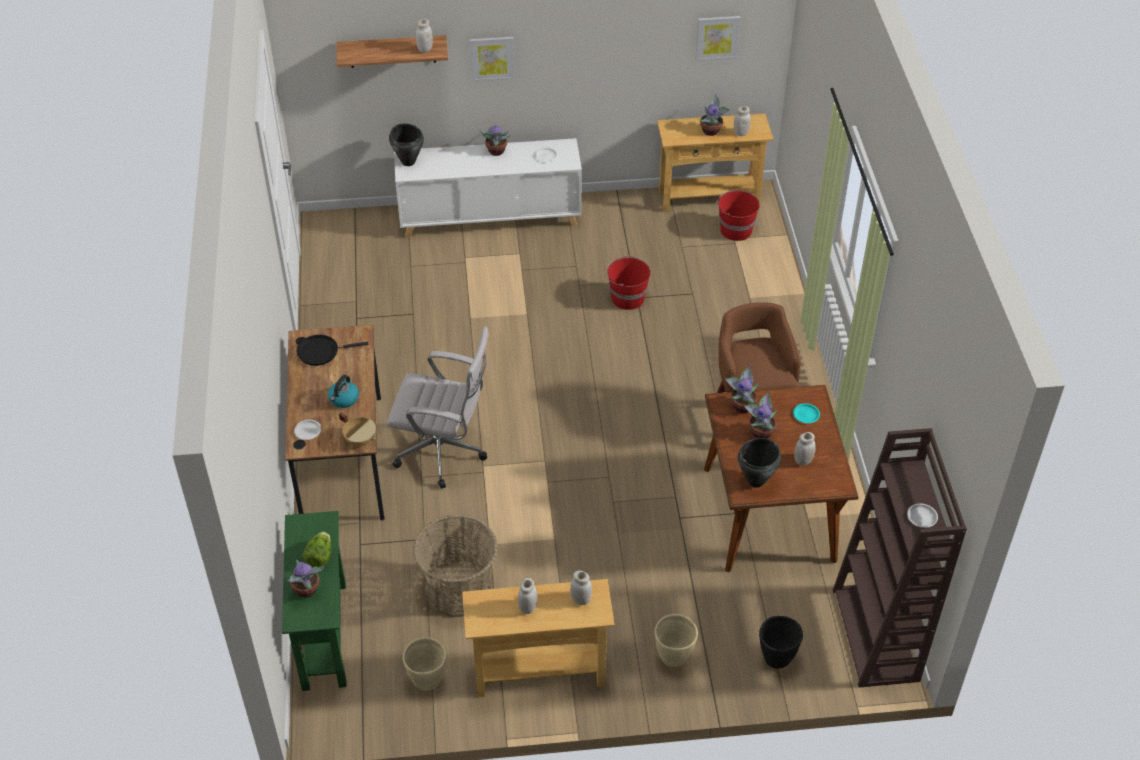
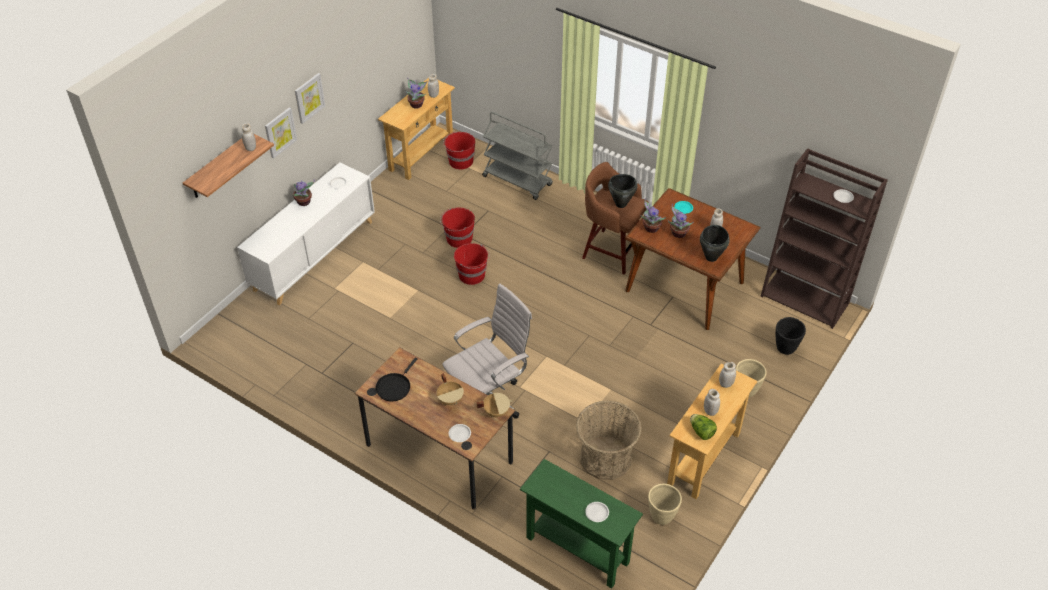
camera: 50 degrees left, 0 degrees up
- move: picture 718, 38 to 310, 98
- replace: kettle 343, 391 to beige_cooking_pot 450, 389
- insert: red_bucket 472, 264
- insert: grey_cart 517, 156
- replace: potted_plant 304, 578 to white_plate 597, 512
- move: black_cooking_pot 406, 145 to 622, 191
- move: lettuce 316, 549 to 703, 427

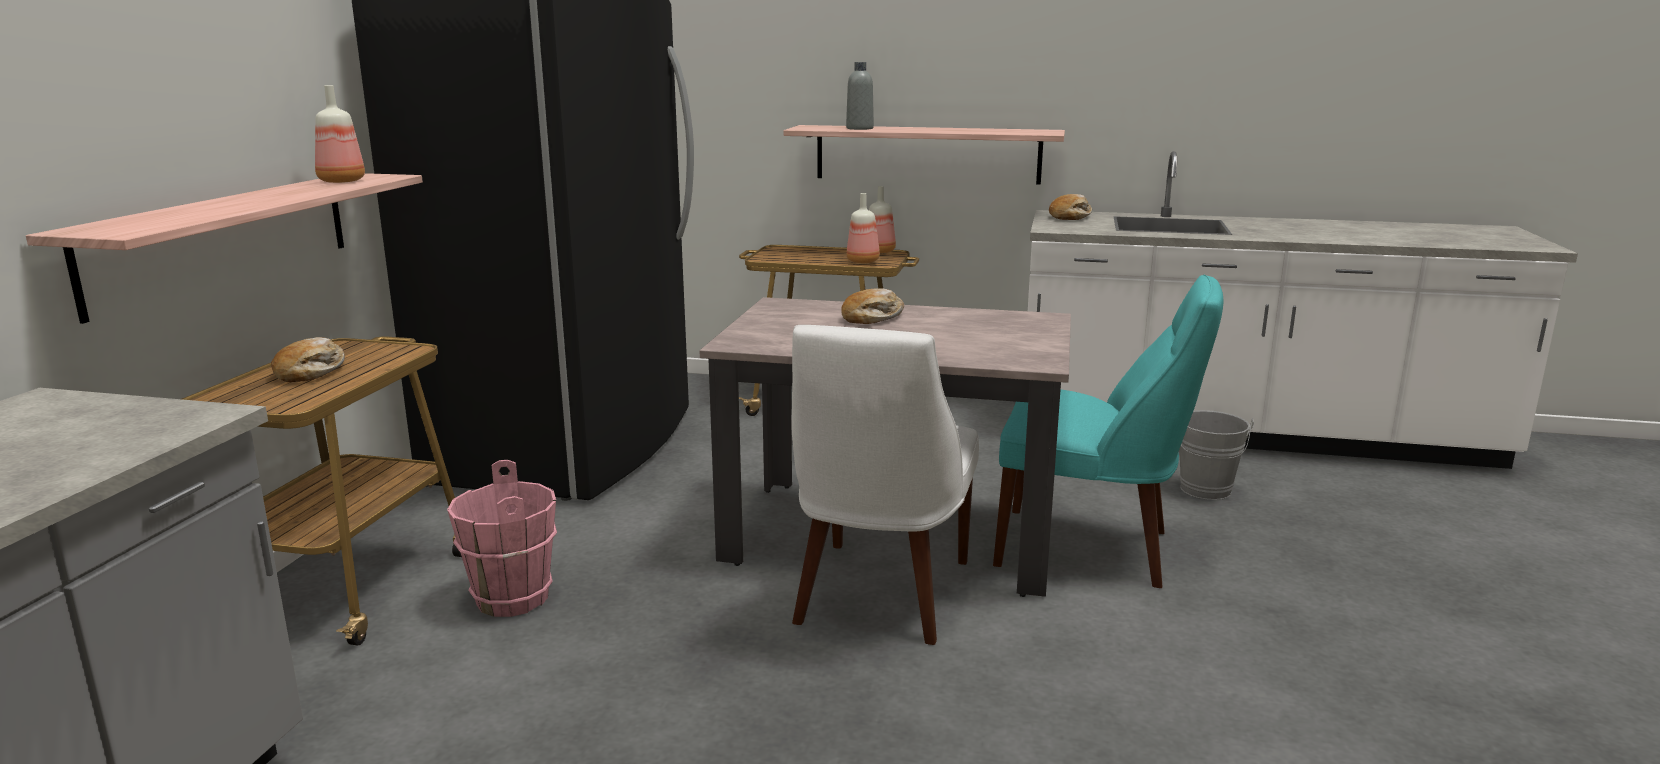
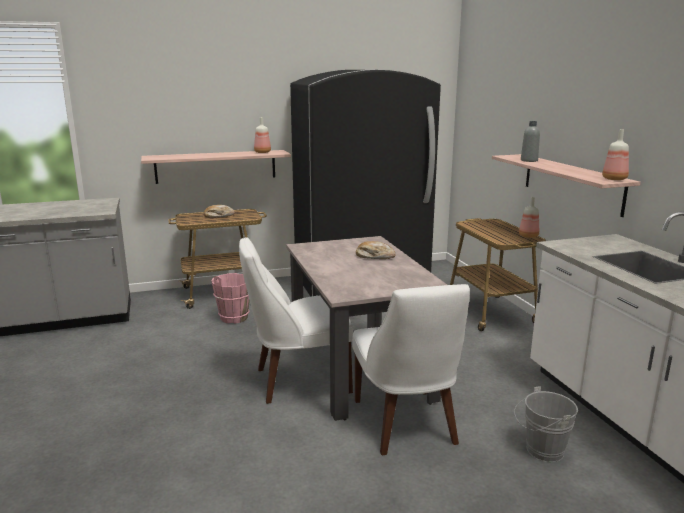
camera: 60 degrees right, 0 degrees up
- recolor: turquoise_chair 1108, 431 to white_chair 411, 369
- move: bottle 863, 228 to 615, 154
- delete: bread 1070, 207

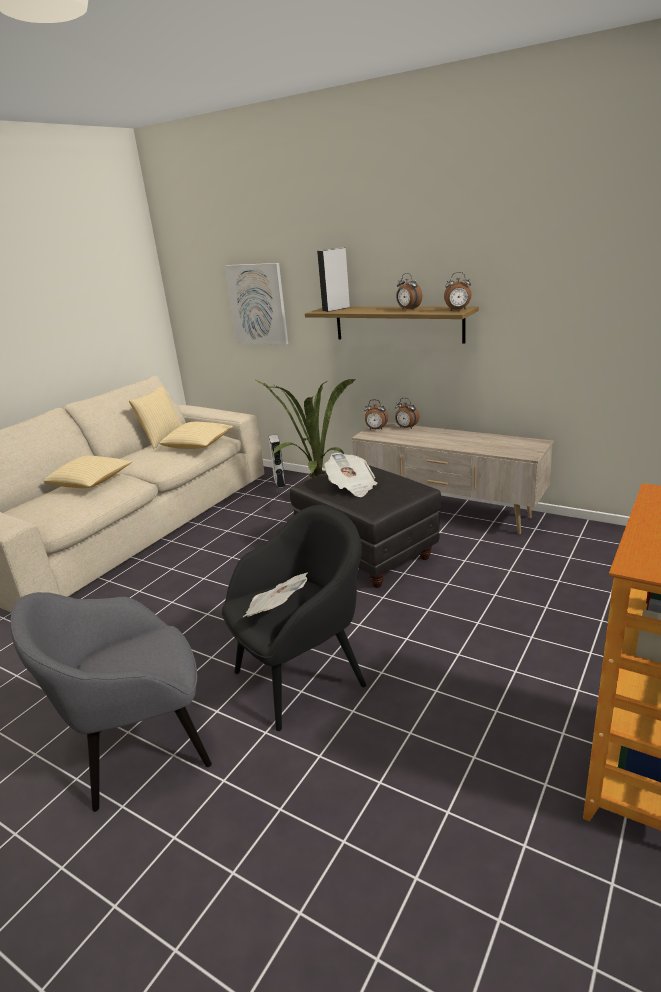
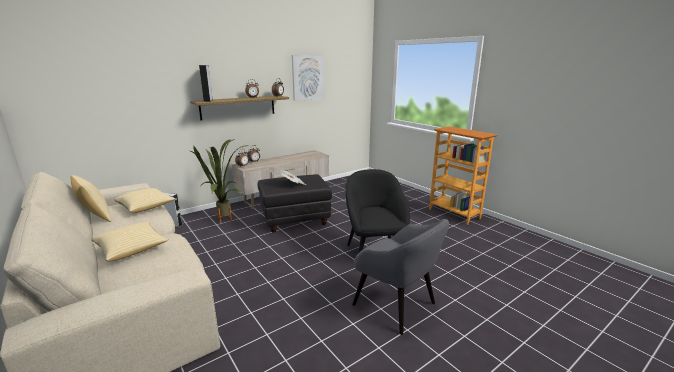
camera: 70 degrees left, 5 degrees down
- move: picture 256, 304 to 308, 78
- rotate: grey_armchair 111, 702 = 400, 277 45 degrees counterclockwise
- delete: newspaper 275, 595

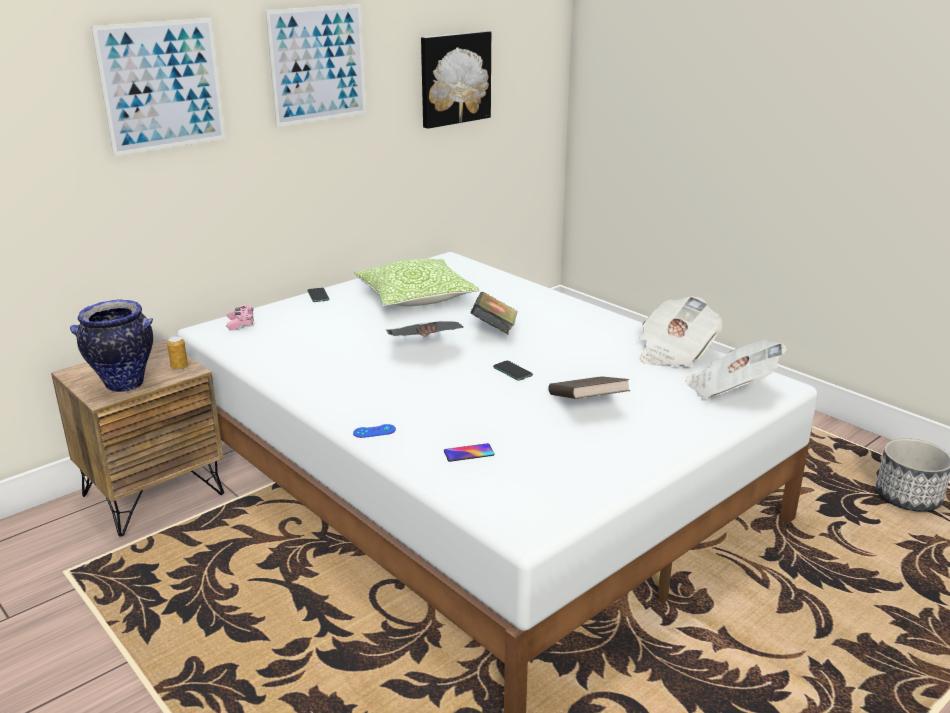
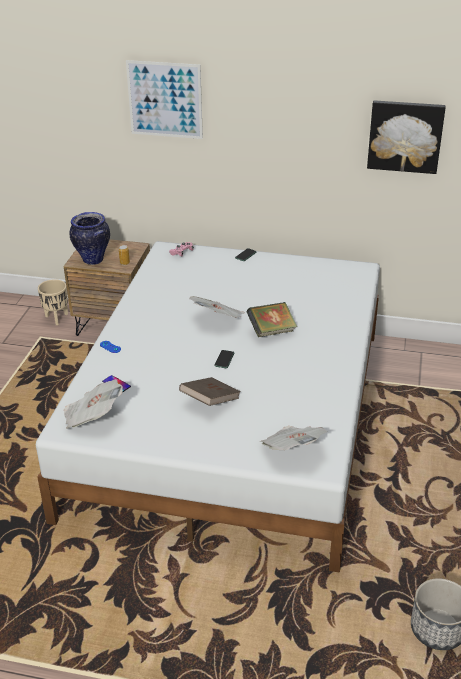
camera: 55 degrees right, 10 degrees up
- insert: beige_planter 53, 302
- move: newspaper 681, 331 to 93, 404
- delete: picture 315, 65
- delete: pillow 416, 282

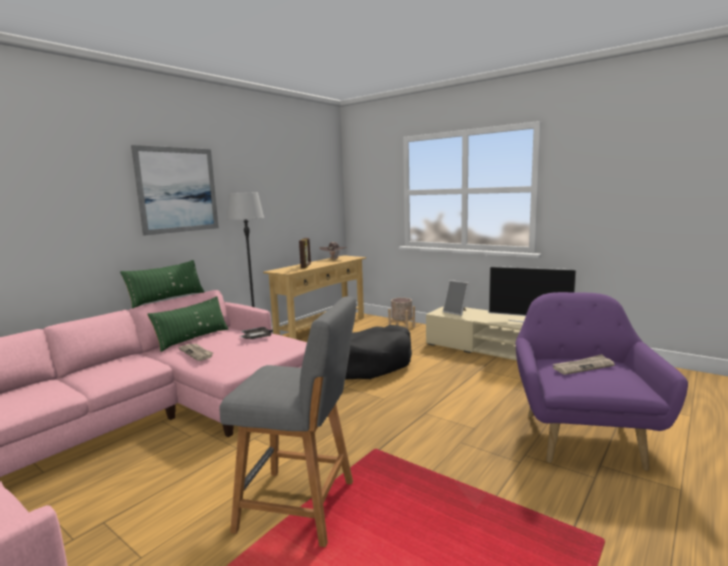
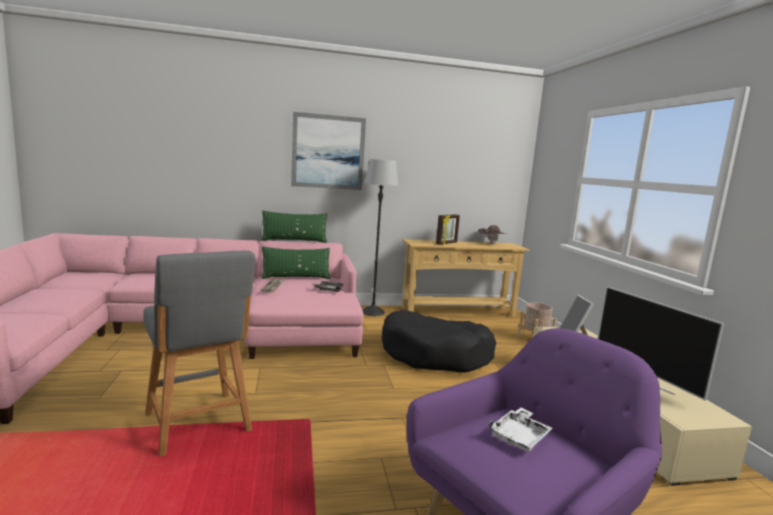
camera: 40 degrees right, 0 degrees up
- replace: newspaper 584, 364 to white_tray 520, 430

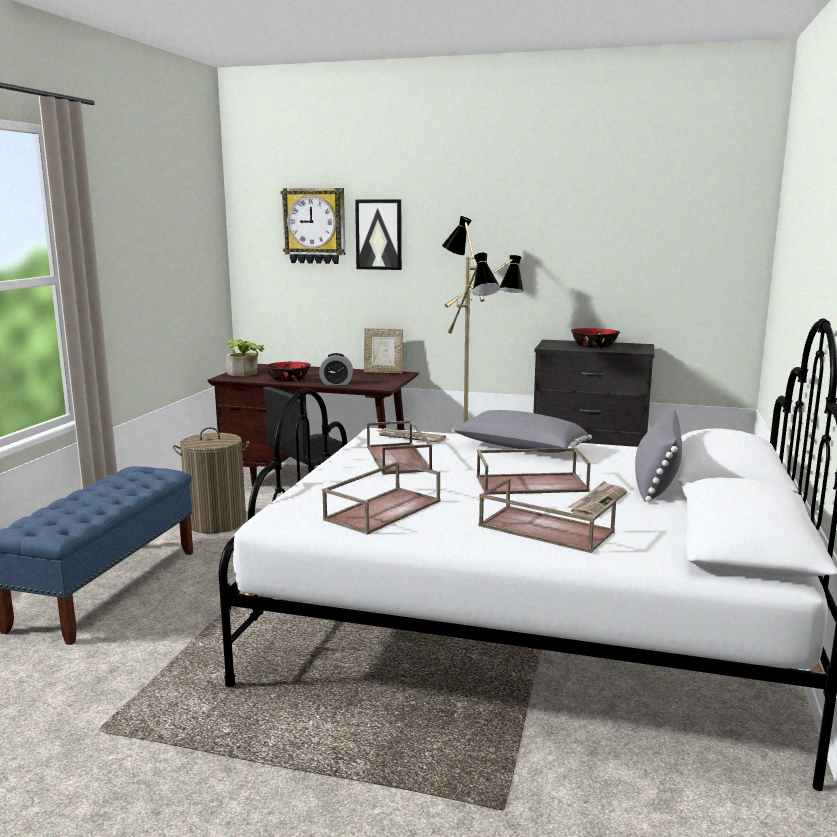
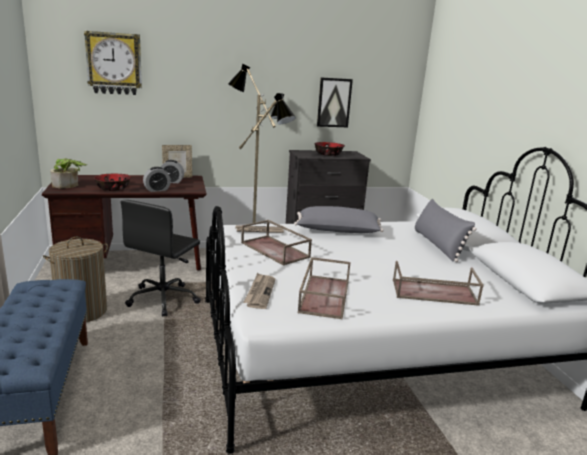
camera: 30 degrees left, 5 degrees up
- insert: alarm_clock 172, 171
- move: newspaper 597, 499 to 259, 291
- move: picture 378, 234 to 335, 102
- delete: brown_tray 533, 471

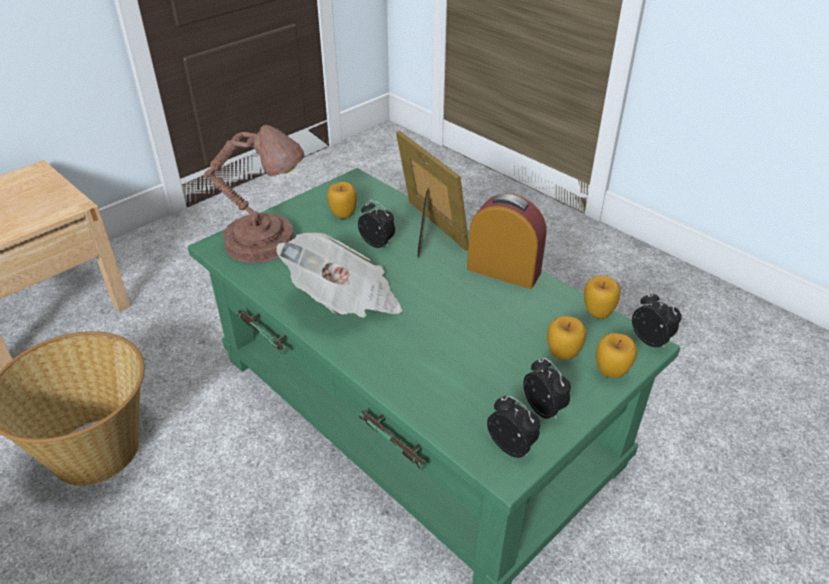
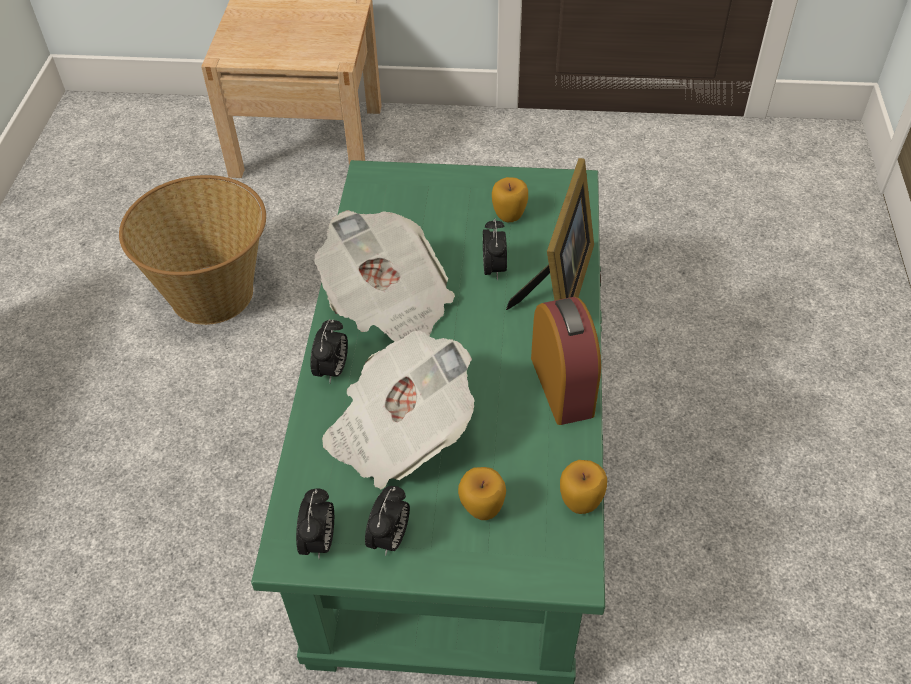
camera: 50 degrees right, 10 degrees up
- move: alarm_clock 657, 320 to 329, 351
- insert: newspaper 398, 409
- delete: brown_table_lamp 254, 194
- delete: apple 616, 355

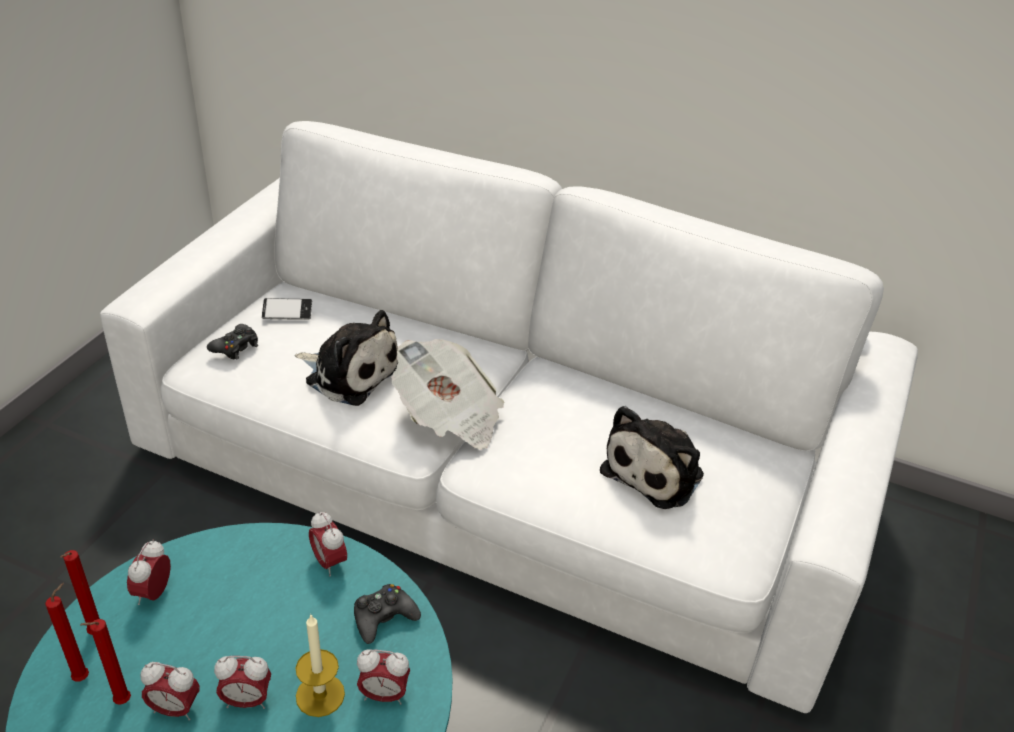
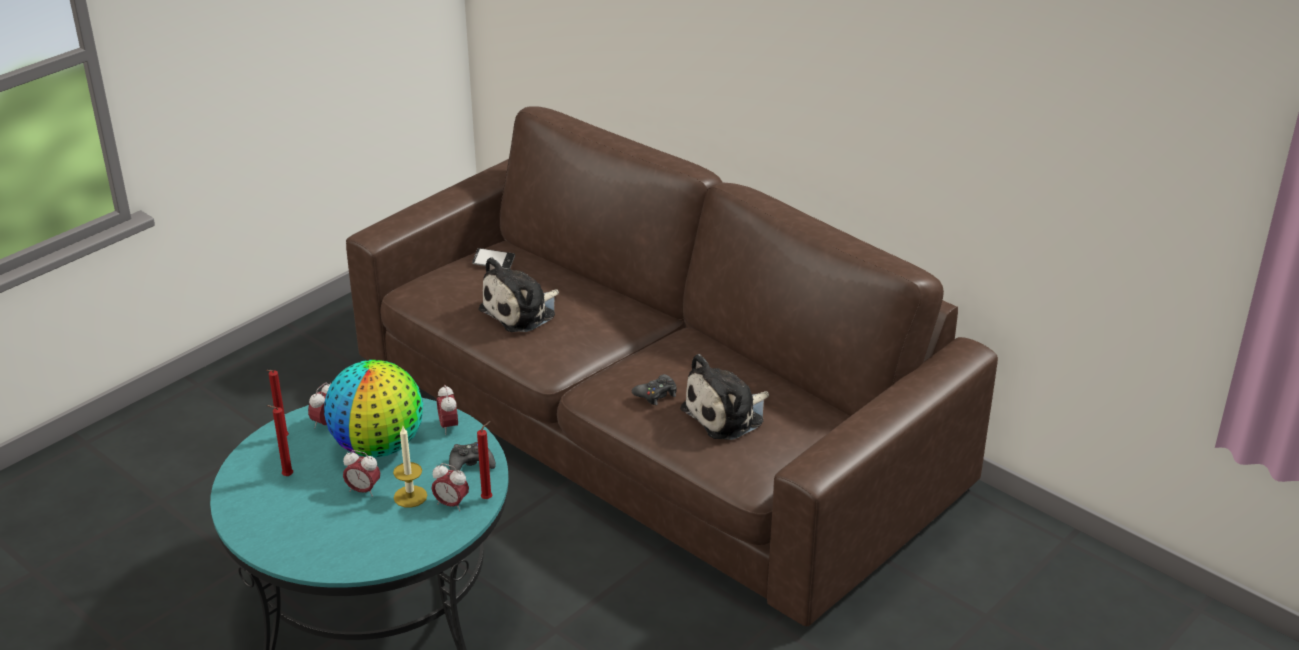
camera: 20 degrees right, 5 degrees down
- insert: globe 373, 408
- recolor: white_sofa 509, 417 to brown_sofa 672, 366
- move: red_candle 67, 632 to 484, 460
- rotate: plush_toy 346, 358 = 518, 294 90 degrees clockwise
- move: black_game_controller 232, 341 to 654, 389
- delete: alarm_clock 170, 691
- delete: newspaper 447, 394

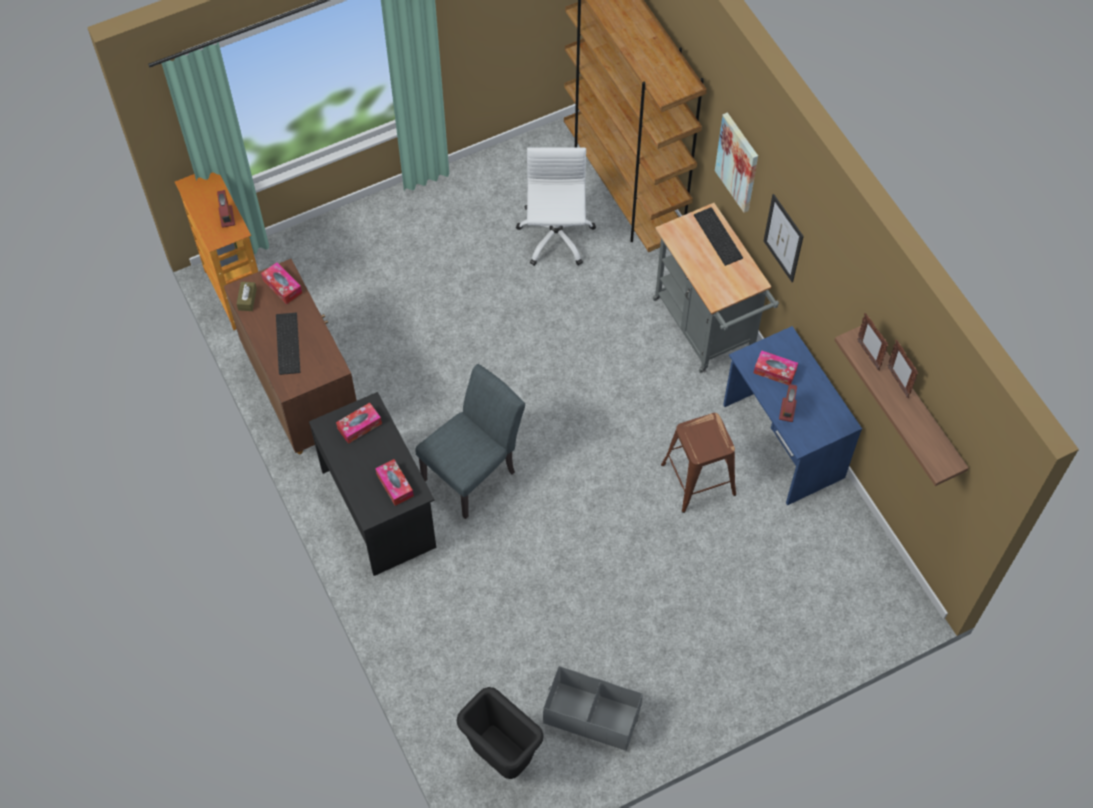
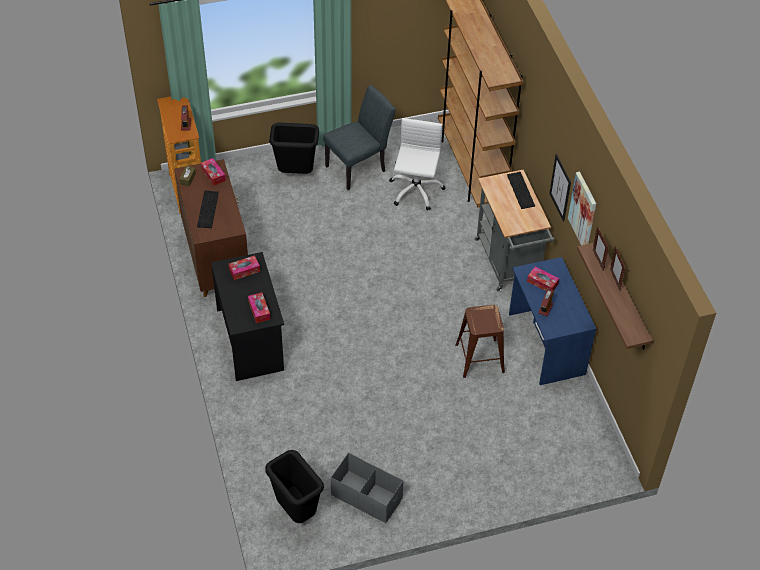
camera: 10 degrees right, 10 degrees down
- insert: black_trash_can 294, 148
- move: grey_chair 470, 441 to 359, 137
- move: picture 736, 162 to 582, 208

